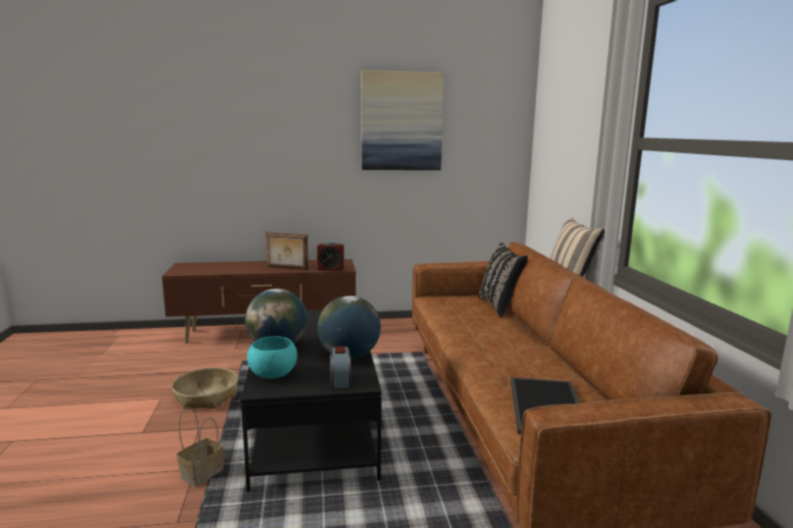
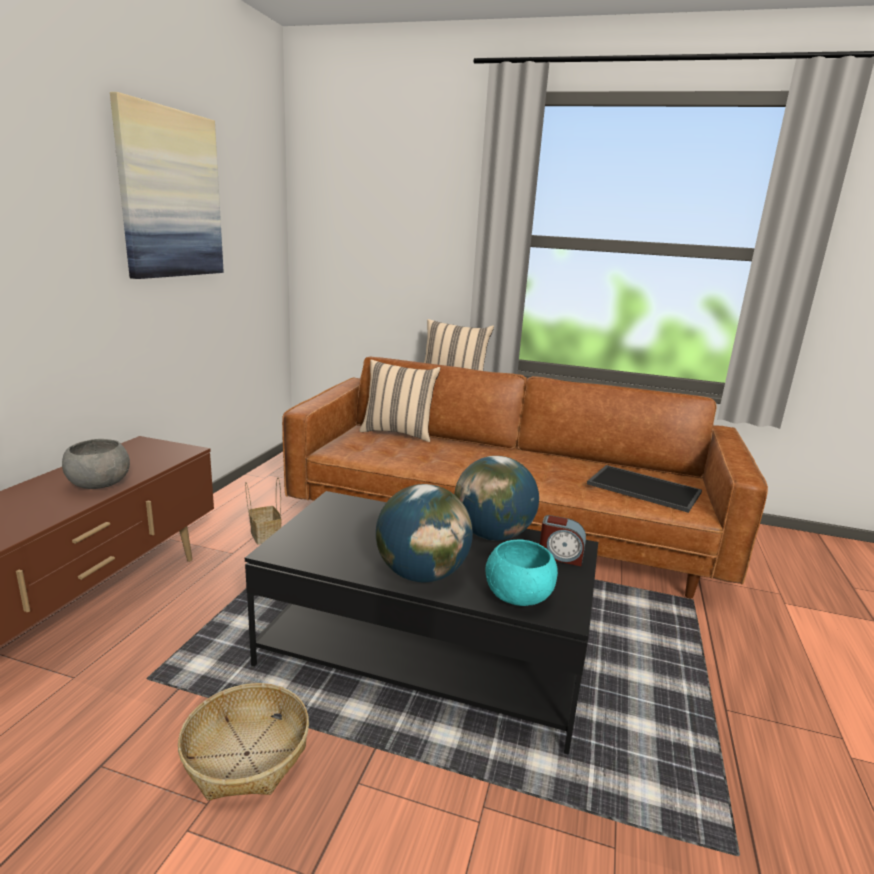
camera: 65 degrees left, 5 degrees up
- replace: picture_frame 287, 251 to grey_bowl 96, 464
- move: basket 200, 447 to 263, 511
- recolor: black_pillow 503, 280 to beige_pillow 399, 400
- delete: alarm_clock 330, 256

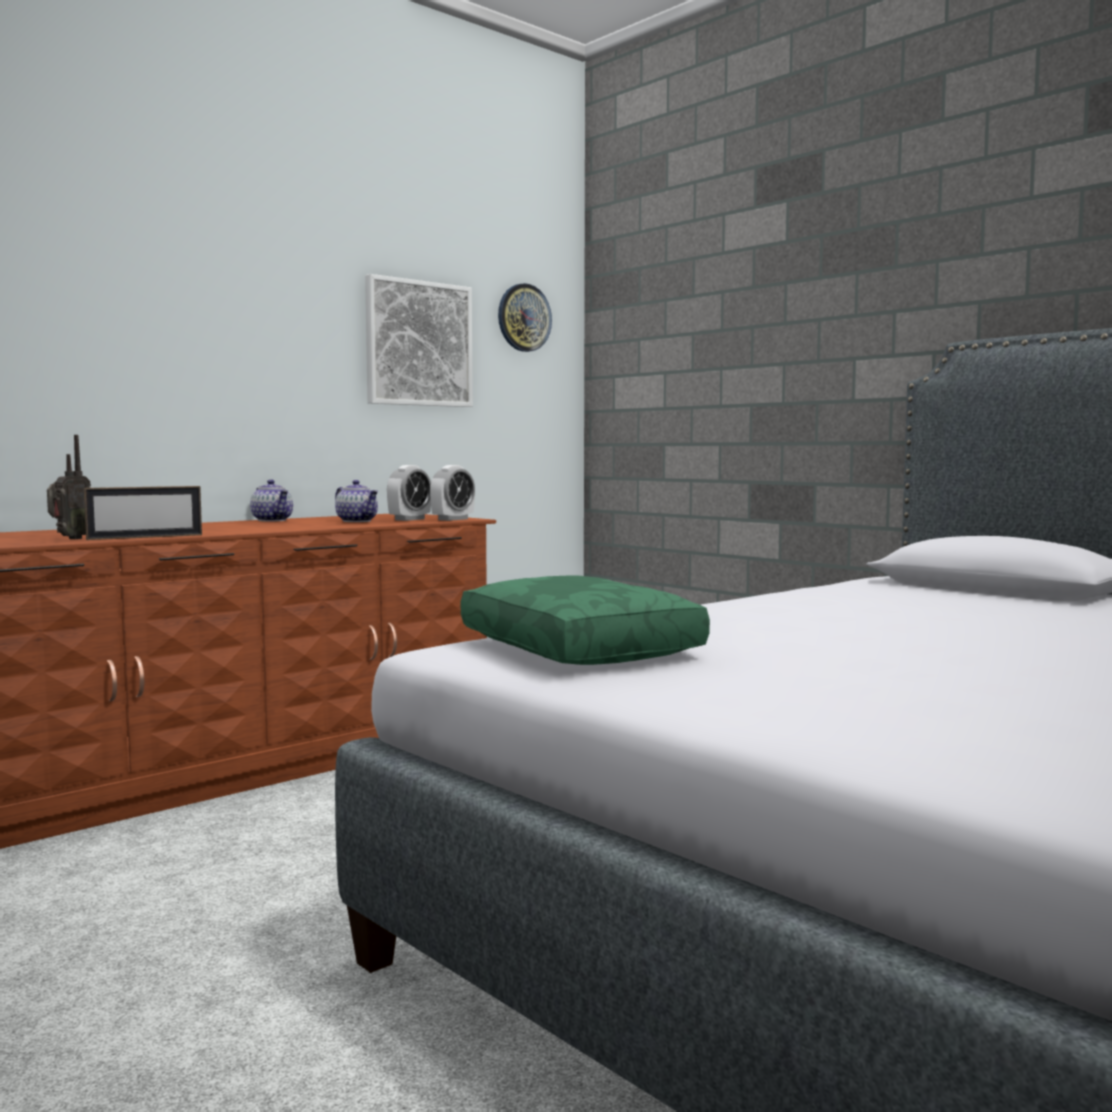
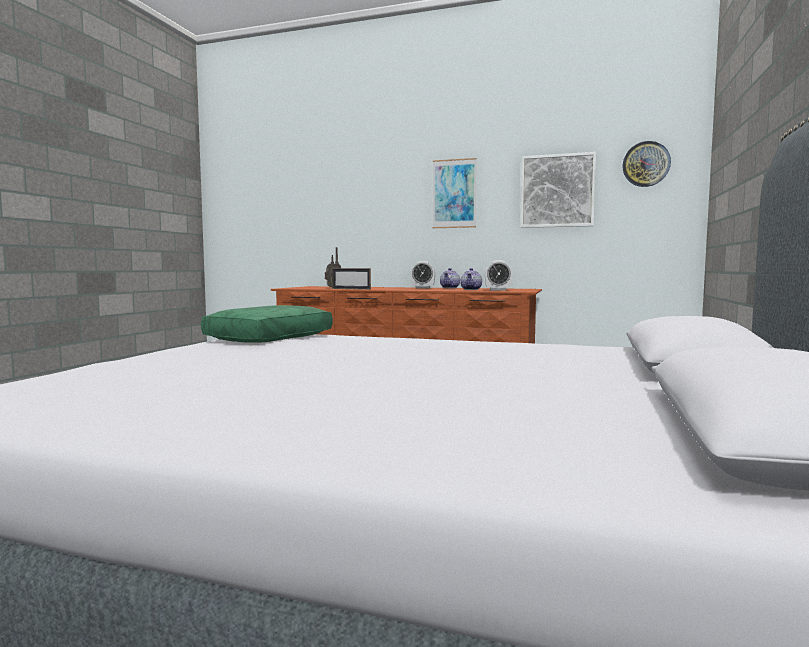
camera: 60 degrees right, 0 degrees up
- move: alarm_clock 452, 493 to 422, 274
- insert: picture 455, 193

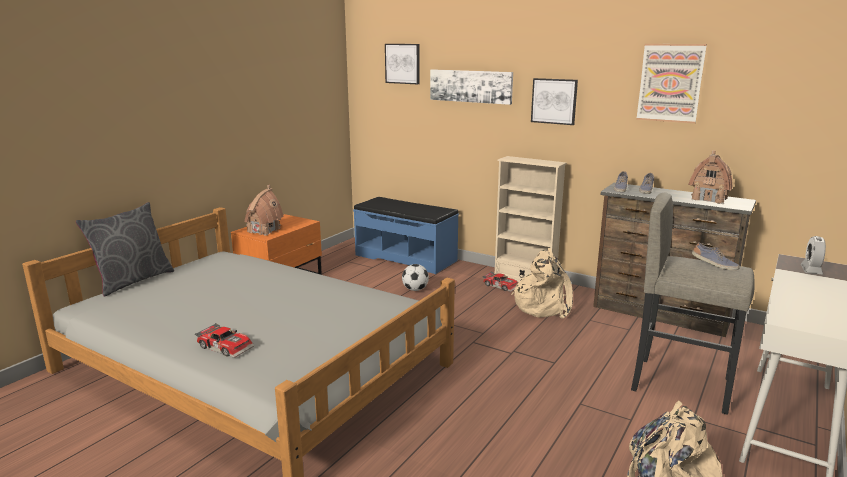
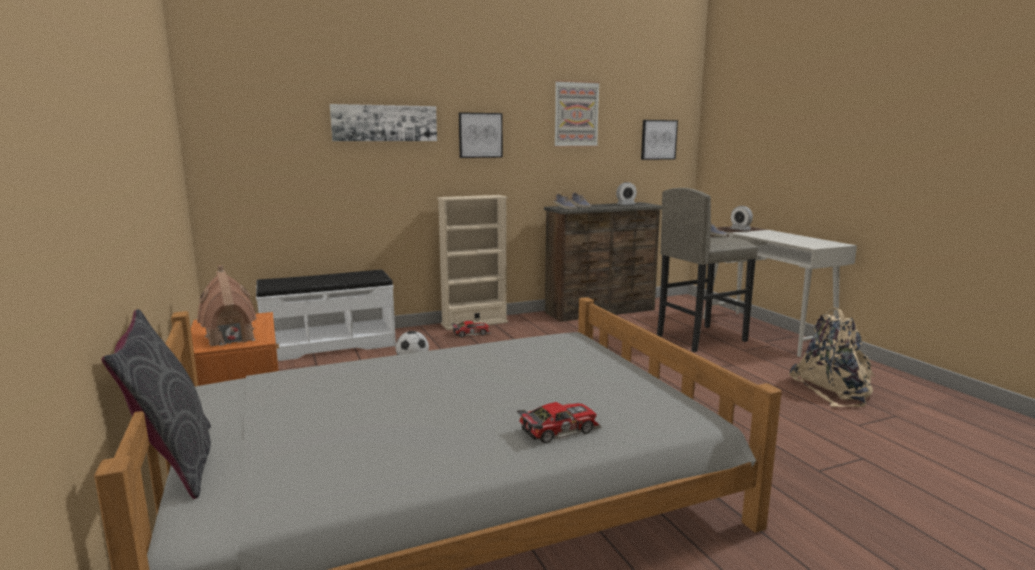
camera: 55 degrees left, 5 degrees down
- recolor: blue_bench 406, 235 to white_bench 326, 315
- replace: toy_house 710, 177 to alarm_clock 626, 193
- move: picture 402, 64 to 659, 140
- delete: beige_backpack 542, 283

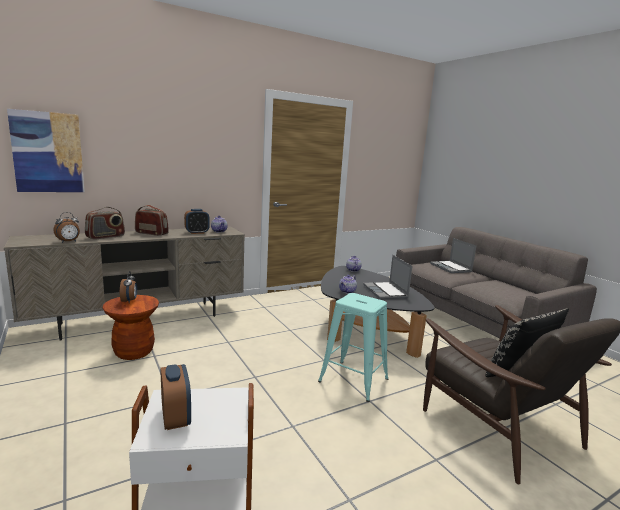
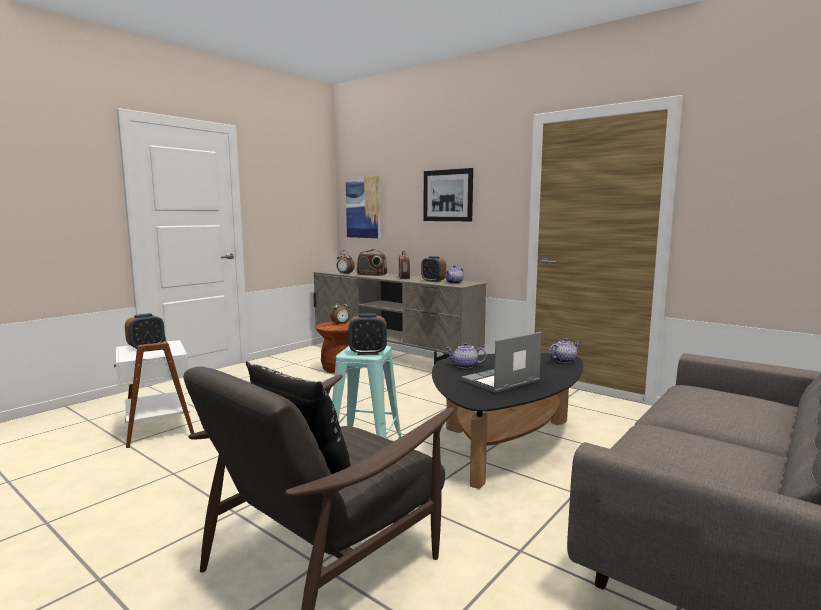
camera: 70 degrees right, 5 degrees down
- insert: alarm_clock 367, 334
- insert: picture 448, 194
- delete: laptop 453, 255

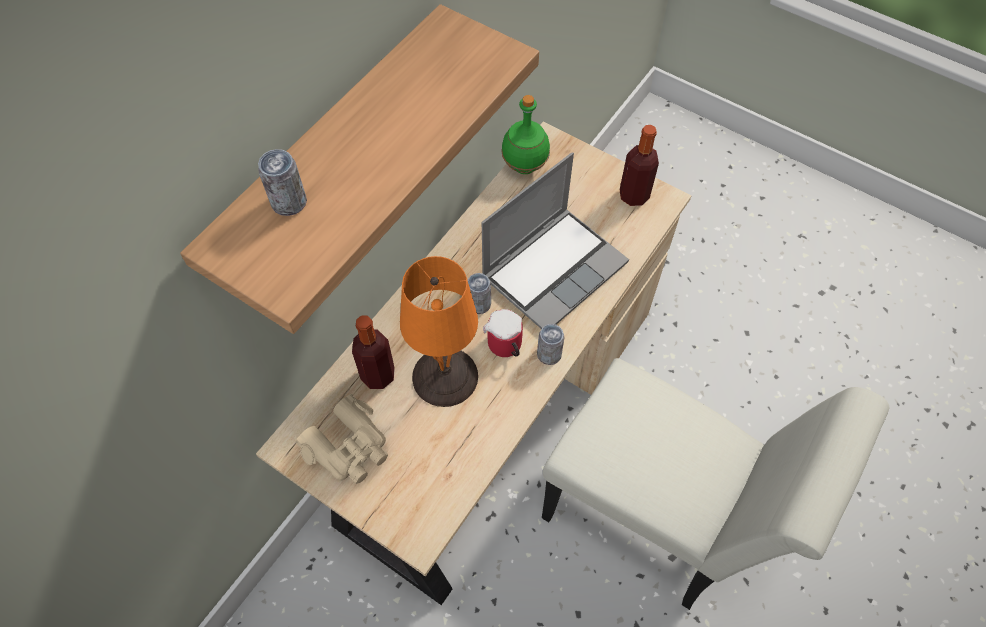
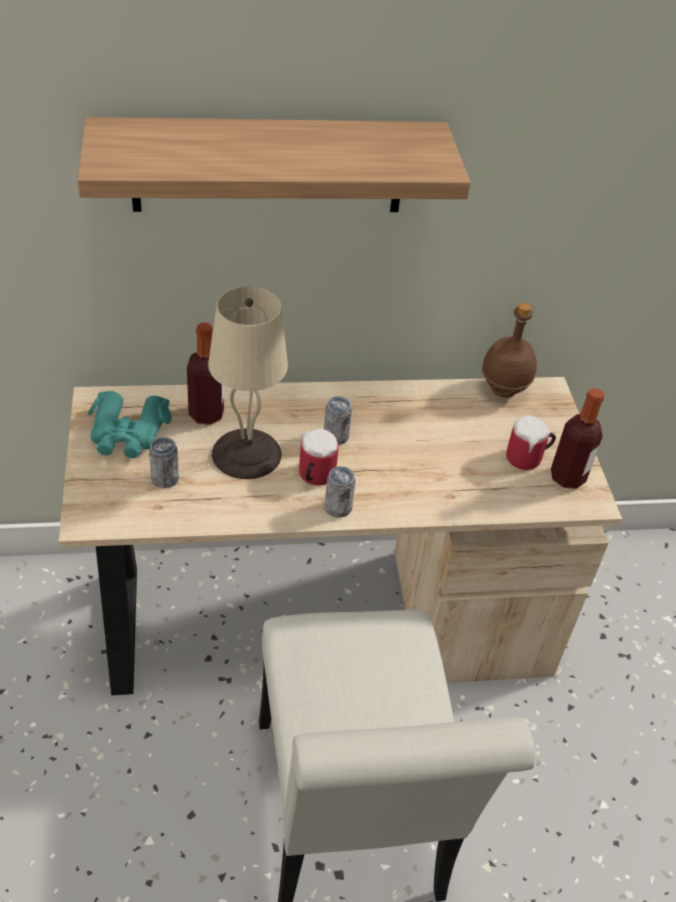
camera: 45 degrees right, 15 degrees down
- recolor: beige_binoculars 341, 439 to turquoise_binoculars 130, 424
- move: can 282, 182 to 164, 462
- recolor: orange_table_lamp 439, 331 to beige_table_lamp 248, 382
- recolor: green_bottle 525, 134 to brown_bottle 509, 350
- insert: mug 531, 442
- delete: laptop 555, 240

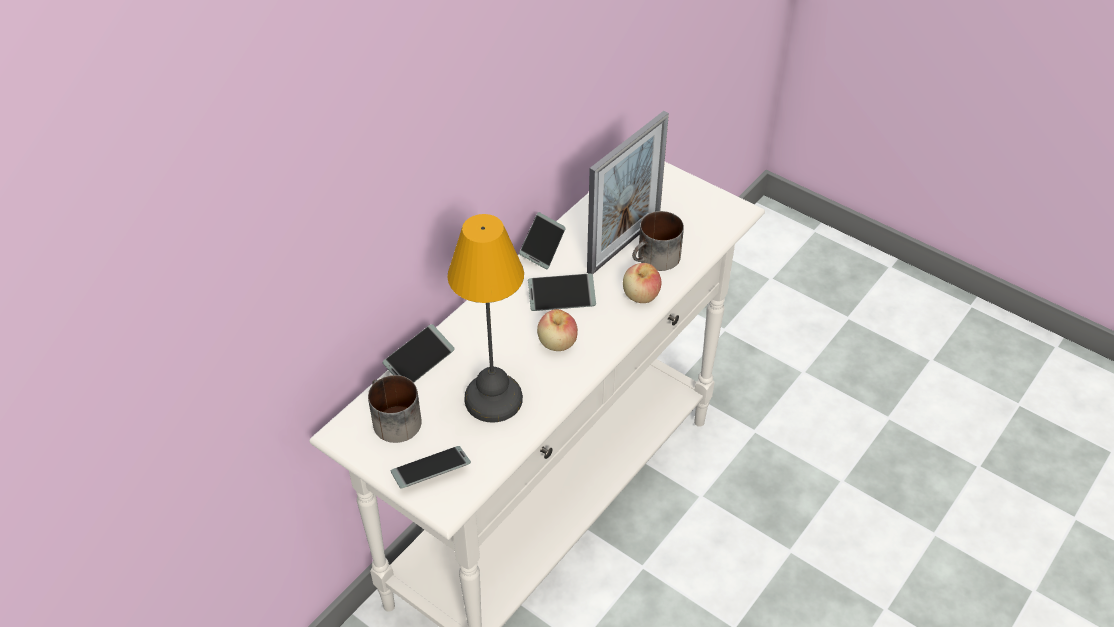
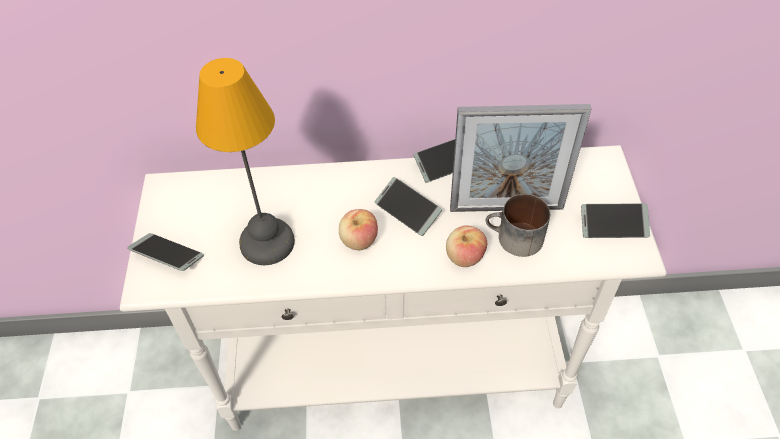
camera: 50 degrees right, 5 degrees up
- move: phone 419, 353 to 615, 220
- delete: mug 395, 409

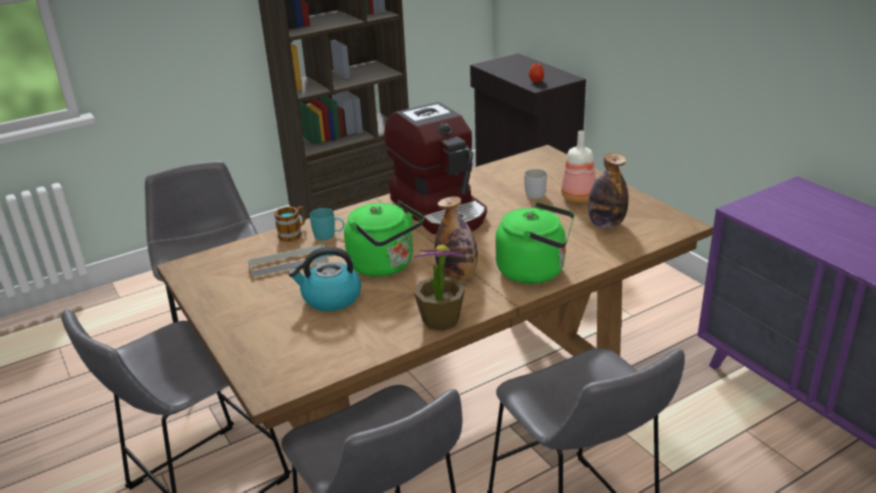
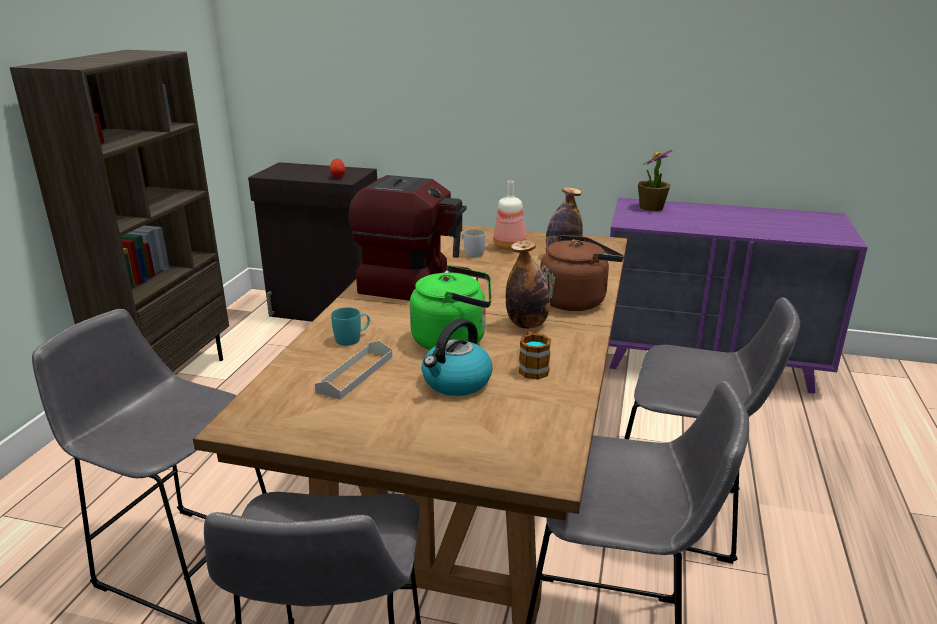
camera: 45 degrees left, 5 degrees down
- move: mug 289, 224 to 535, 355
- recolor: green_kettle 535, 243 to brown_kettle 582, 273
- move: potted_plant 439, 288 to 655, 180

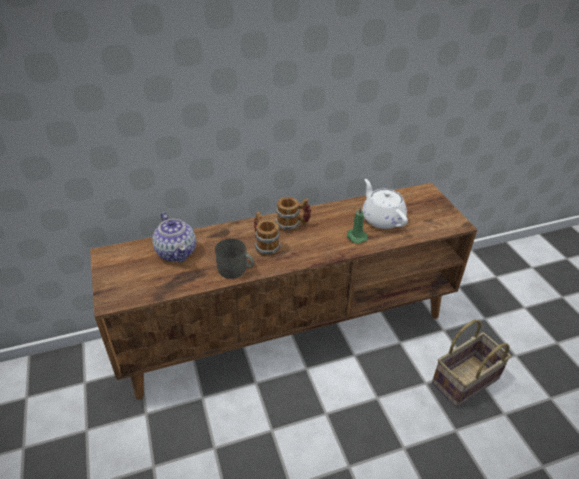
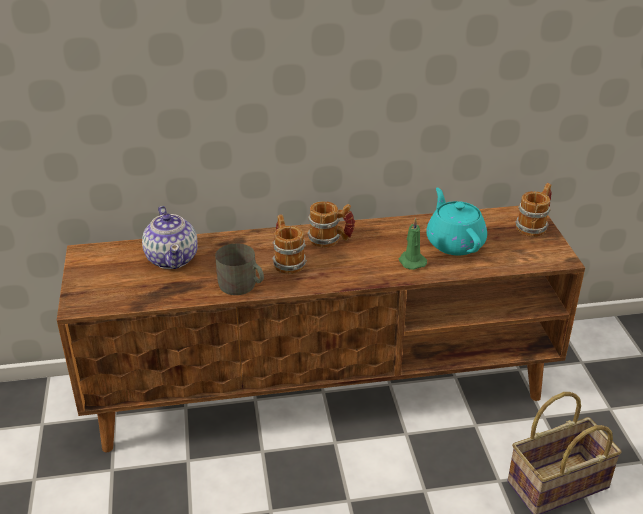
camera: 10 degrees right, 5 degrees down
- recolor: white_teapot 385, 204 to turquoise_teapot 456, 221
- insert: mug 533, 210

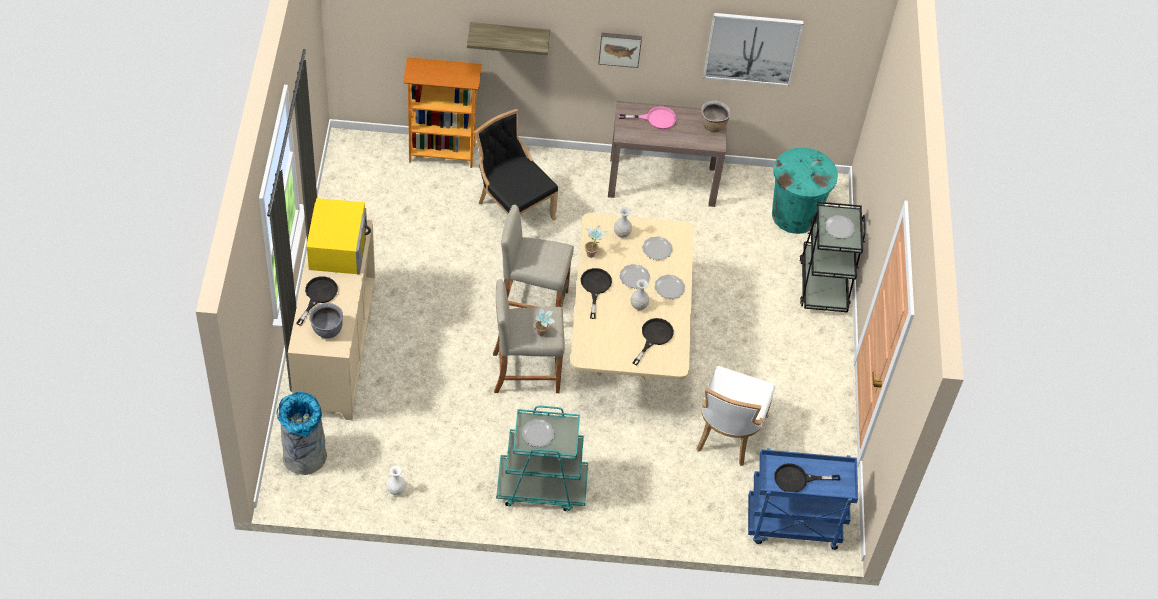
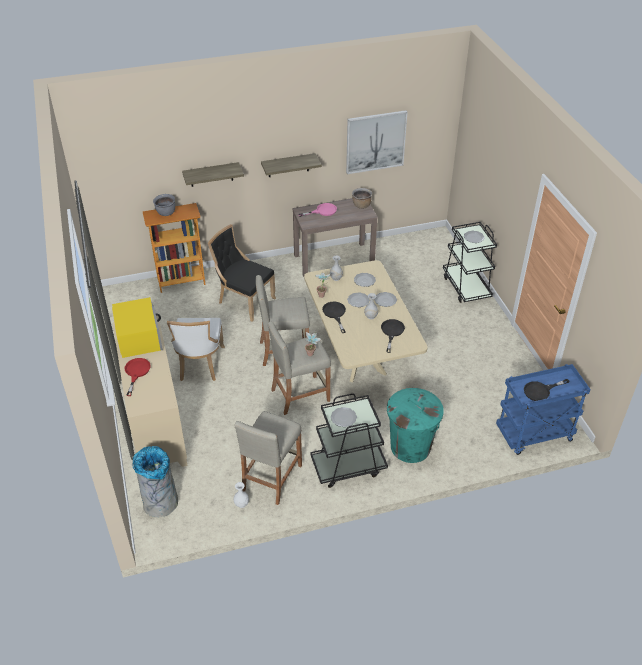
camera: 15 degrees left, 10 degrees down
- recolor: black_frying_pan 317, 301 to red_frying_pan 138, 377
- move: grey_cooking_pot 326, 321 to 164, 205
- move: white_chair 735, 416 to 196, 349
- insert: beige_stool 268, 458
- replace: picture 620, 50 to shelf 291, 165
- recolor: turquoise_cart 542, 458 to black_cart 349, 440
- move: turquoise_trash_can 805, 191 to 415, 425

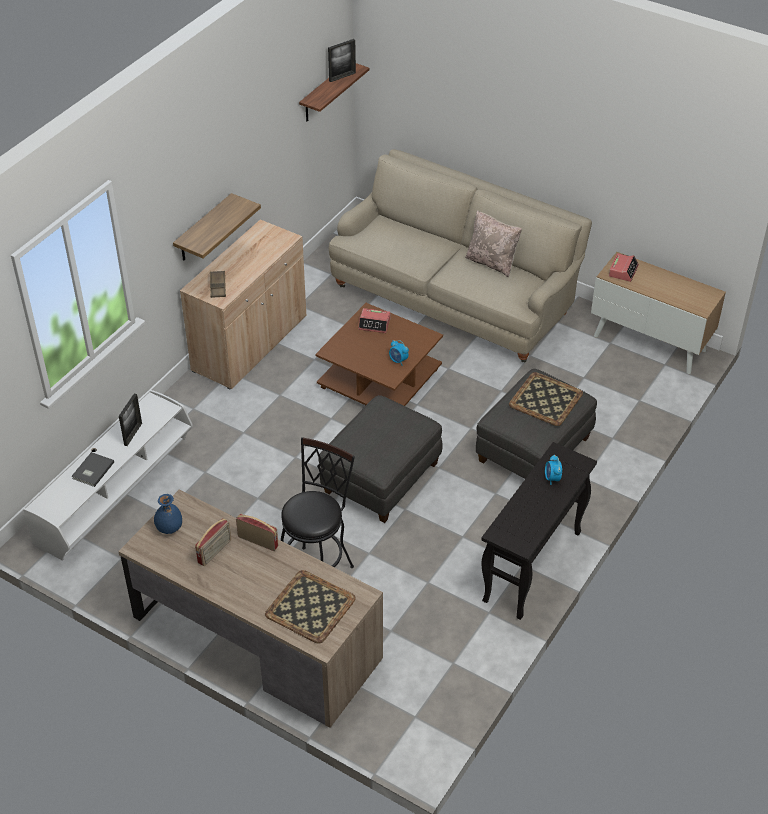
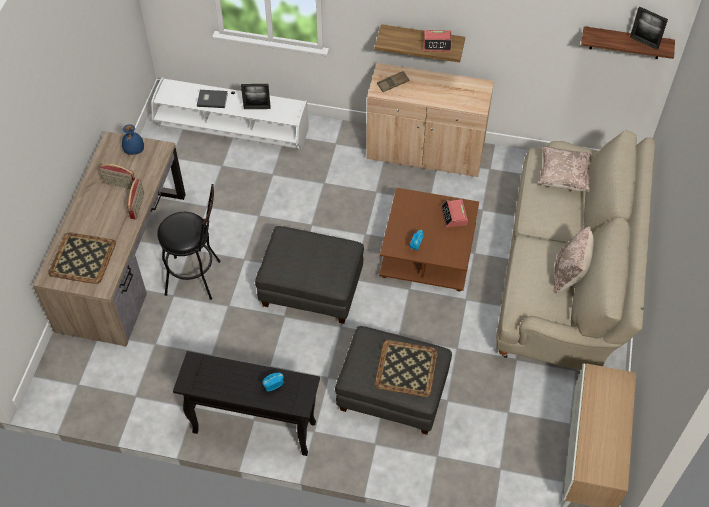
camera: 70 degrees right, 10 degrees up
- move: alarm_clock 624, 267 to 438, 41
- insert: beige_pillow 566, 169

